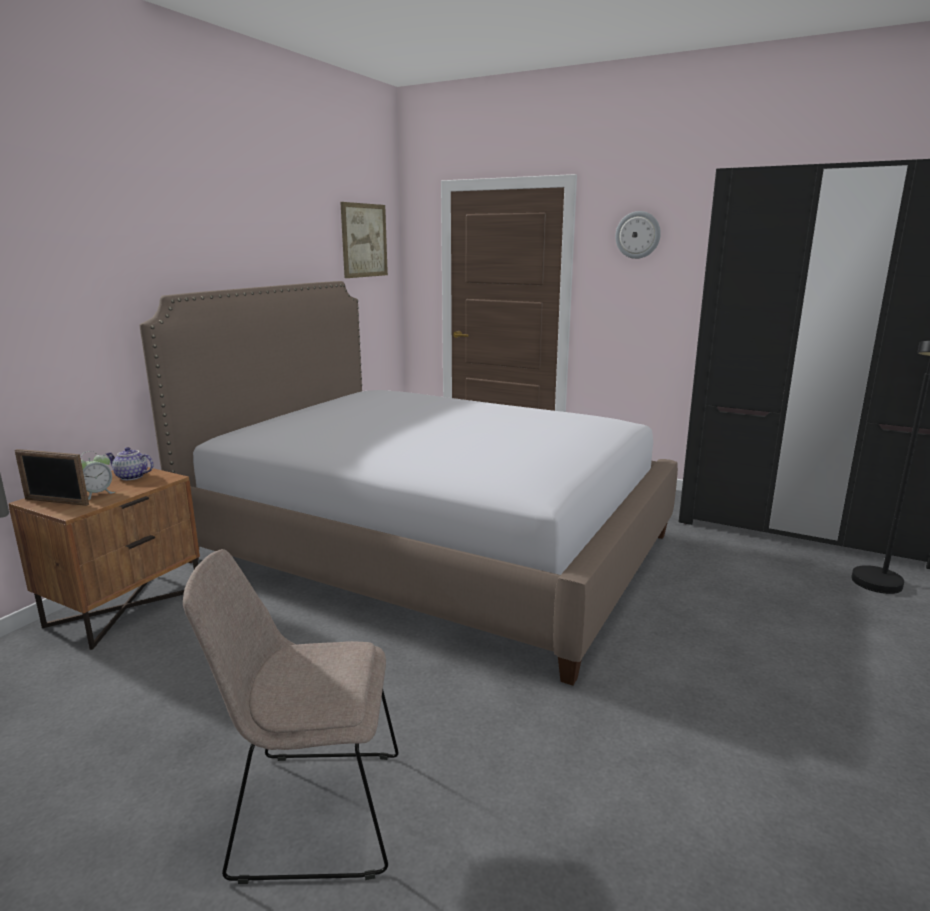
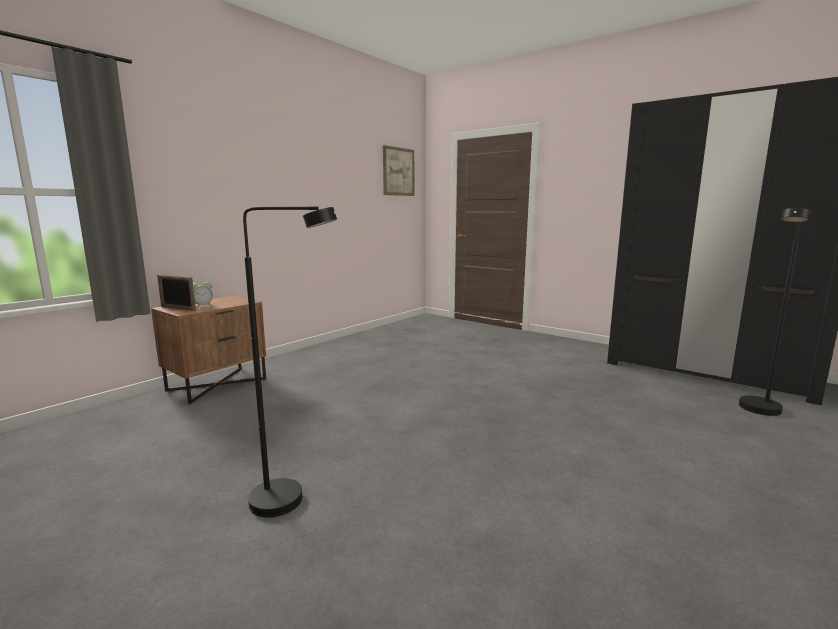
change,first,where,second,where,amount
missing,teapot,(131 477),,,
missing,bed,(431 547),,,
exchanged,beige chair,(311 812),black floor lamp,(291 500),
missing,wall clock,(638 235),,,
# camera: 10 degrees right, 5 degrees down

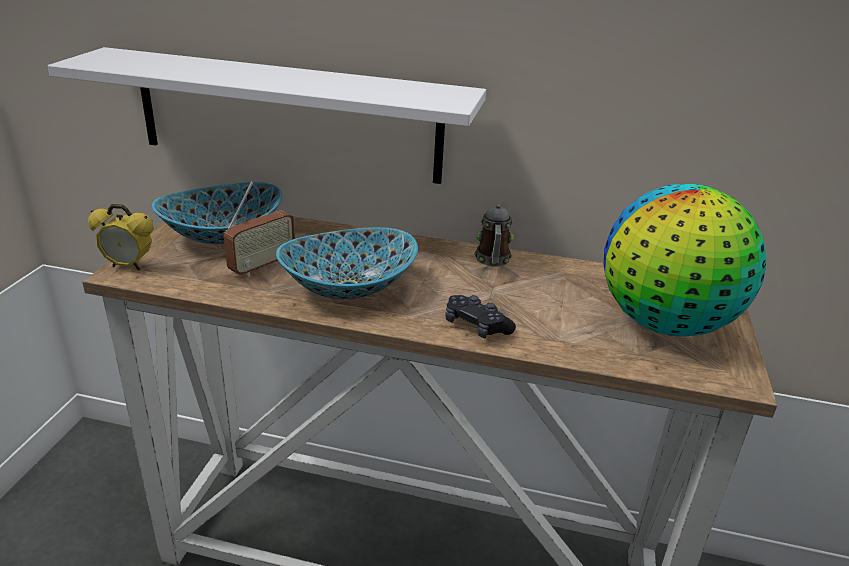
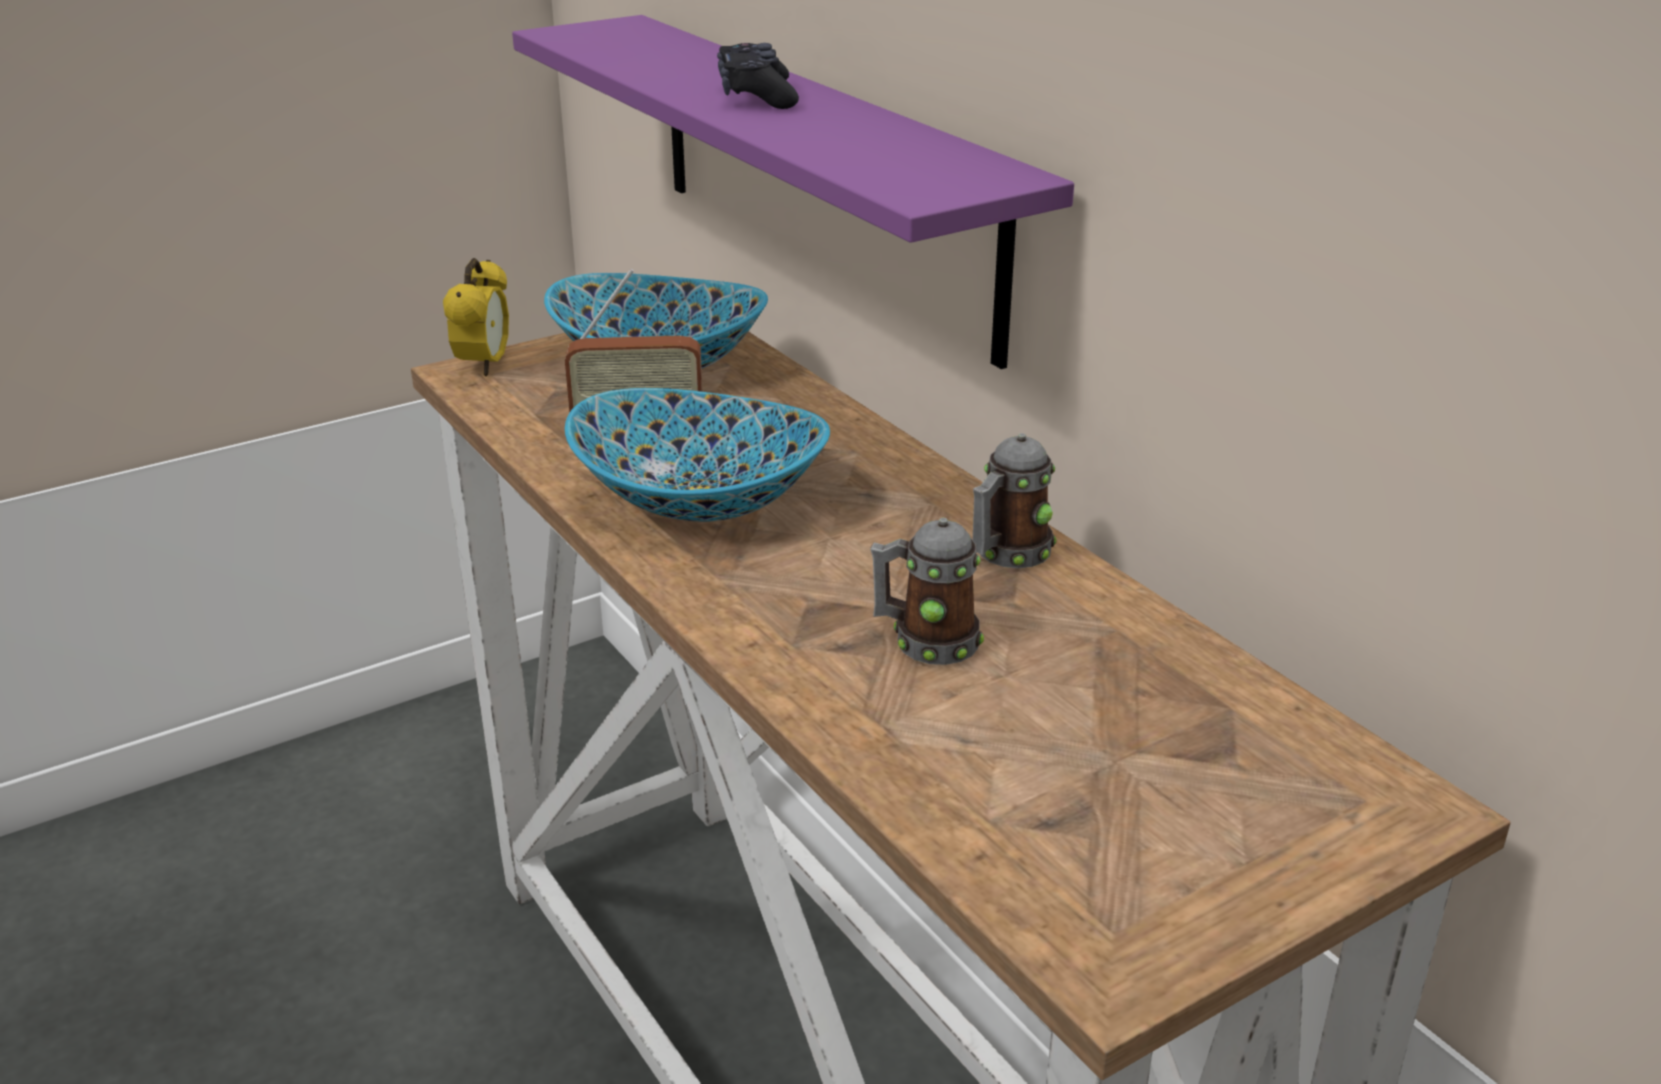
change,first,where,second,where,amount
colour,white shelf,(287 116),purple shelf,(820 177),
spun,alarm clock,(129 266),,(484 366),135 degrees counterclockwise
relocated,black game controller,(476 326),,(757 96),
missing,globe,(665 324),,,
appeared,,,mug,(926 641),
# camera: 45 degrees right, 0 degrees up

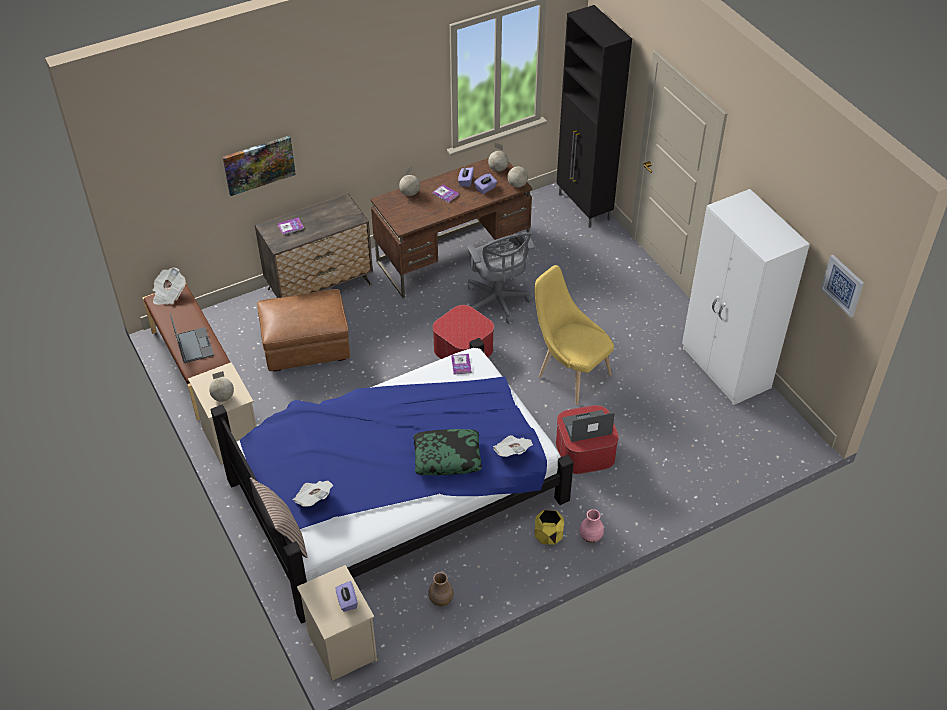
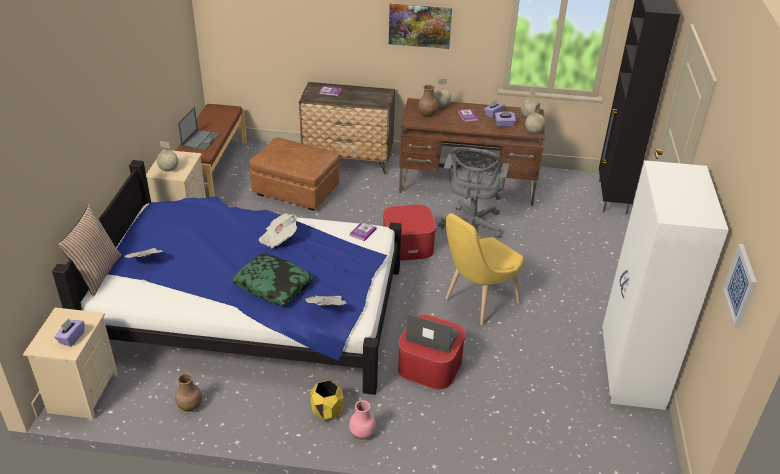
change,first,where,second,where,amount
relocated,newspaper,(169 294),,(278 239),
relocated,picture,(259 164),,(420 25),
spun,yellow chair,(570 374),,(477 302),120 degrees counterclockwise
appeared,,,brown vase,(427 114),
# camera: 35 degrees right, 10 degrees down

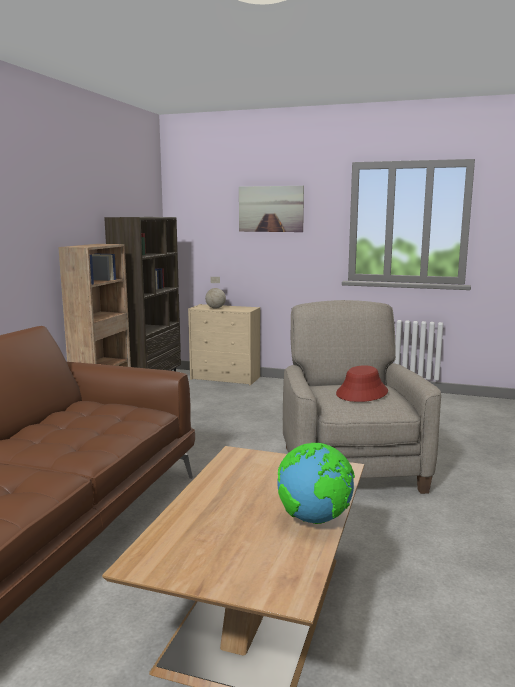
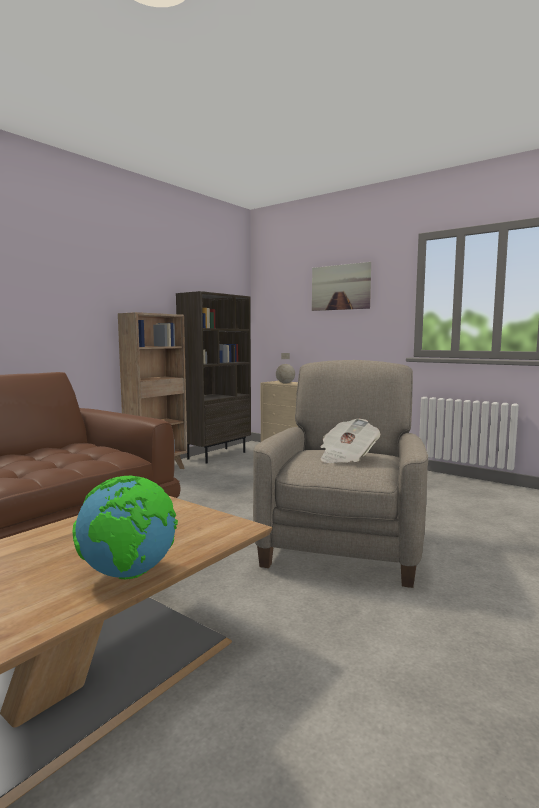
change,first,where,second,where,amount
exchanged,red hat,(362 393),newspaper,(346 457),
# camera: 20 degrees right, 5 degrees down

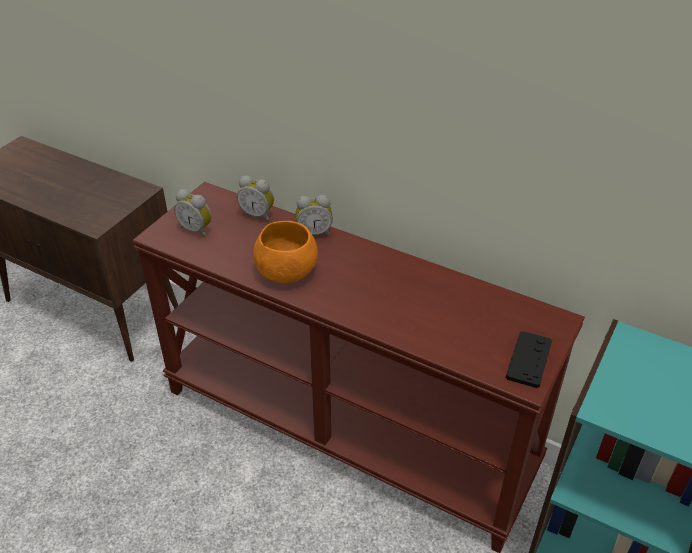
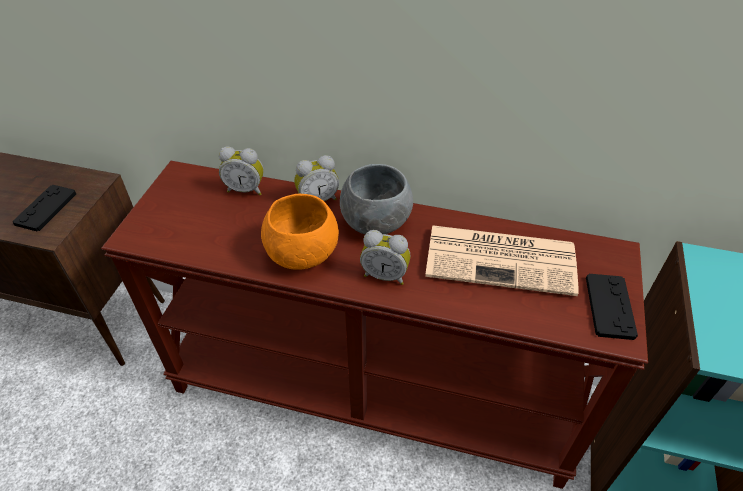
change,first,where,second,where,amount
relocated,alarm clock,(197 229),,(385 275),
appeared,,,black game controller,(46 208),
appeared,,,grey bowl,(375 222),
appeared,,,newspaper,(502 259),
# camera: 15 degrees left, 5 degrees up

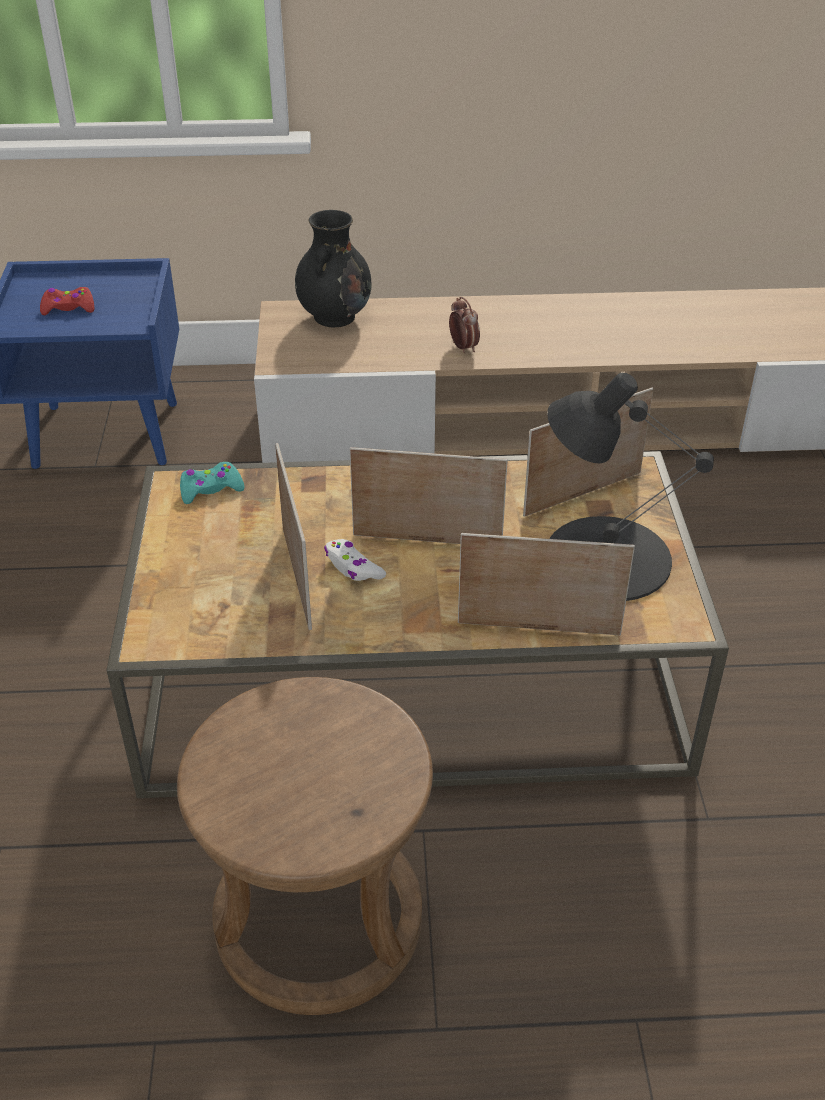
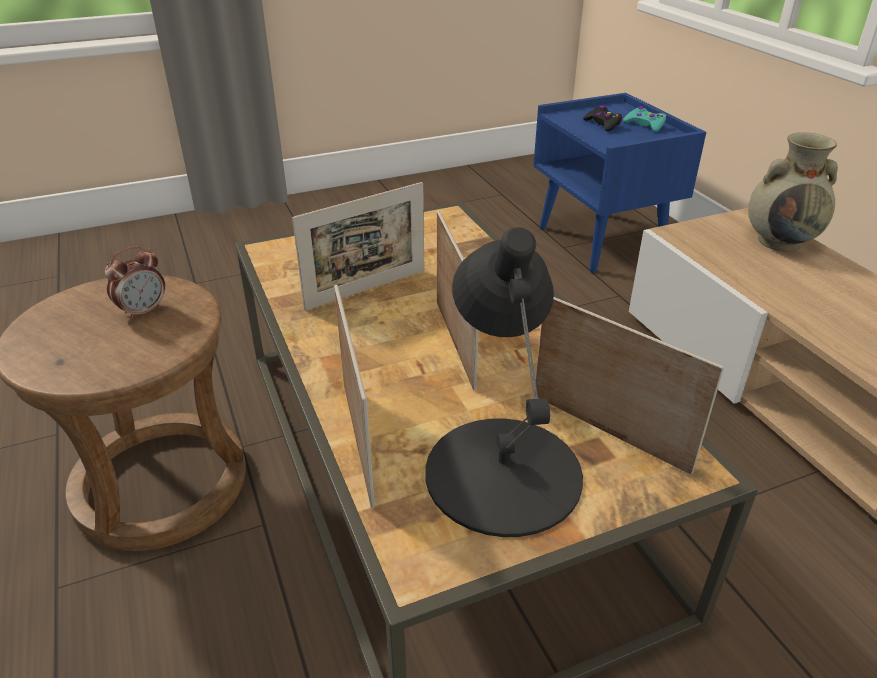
change,first,where,second,where,amount
colour,red game controller,(68 308),black game controller,(603 124),
relocated,turquoise game controller,(210 489),,(645 125),
colour,black vase,(335 316),beige vase,(780 241),
missing,white game controller,(353 567),,,
relocated,alarm clock,(463 347),,(143 311),
# camera: 70 degrees right, 5 degrees down

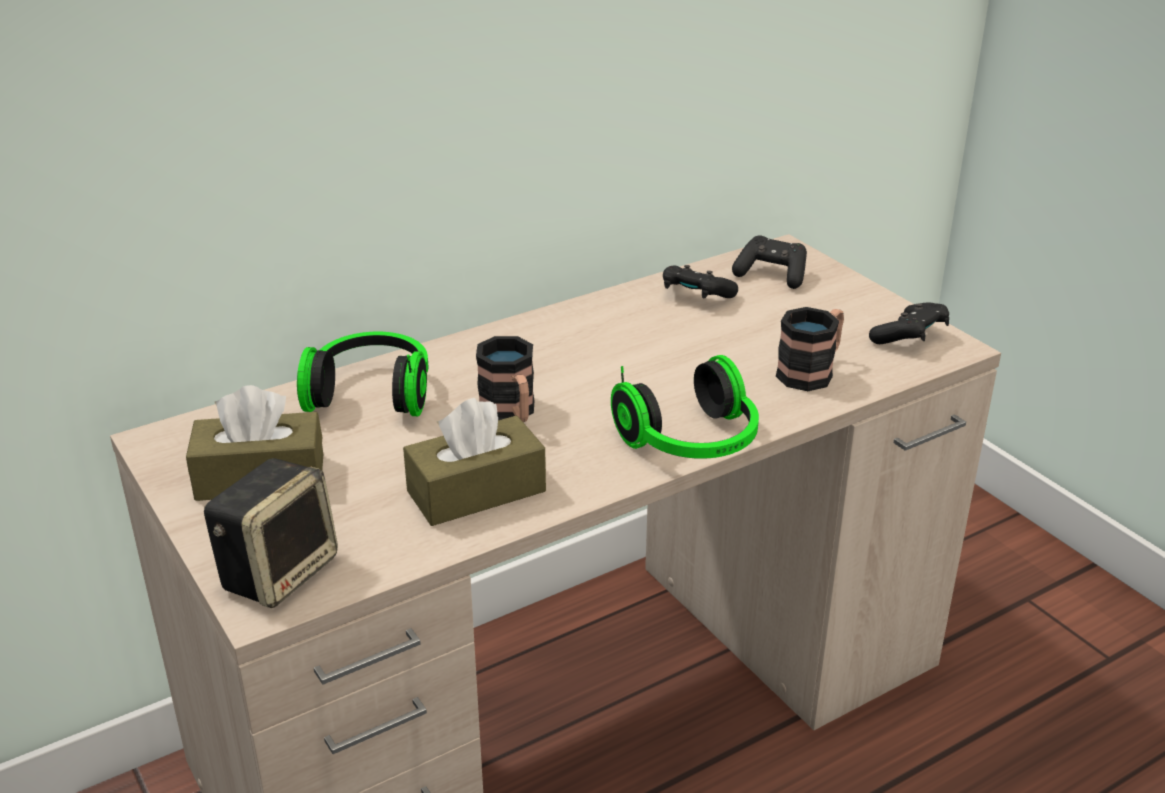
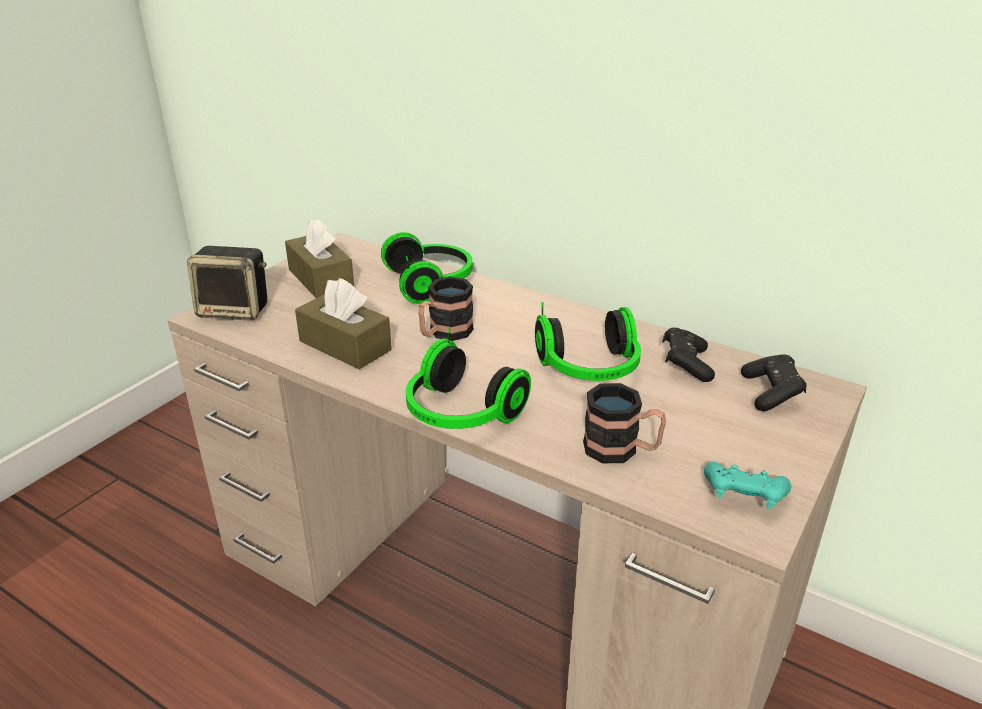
change,first,where,second,where,amount
colour,black game controller,(910 338),turquoise game controller,(743 497),
appeared,,,headphones,(590 370),
# camera: 65 degrees right, 0 degrees up

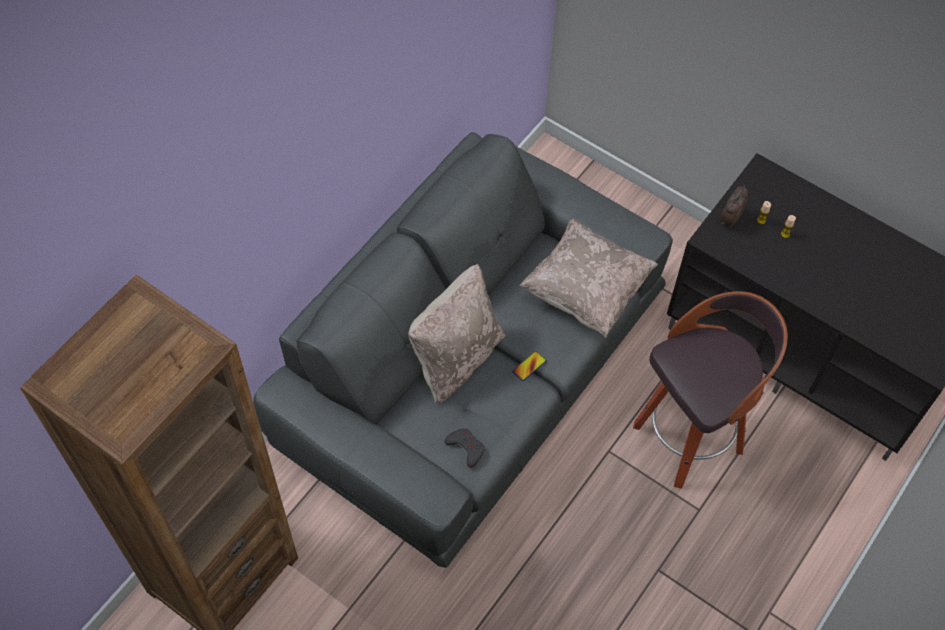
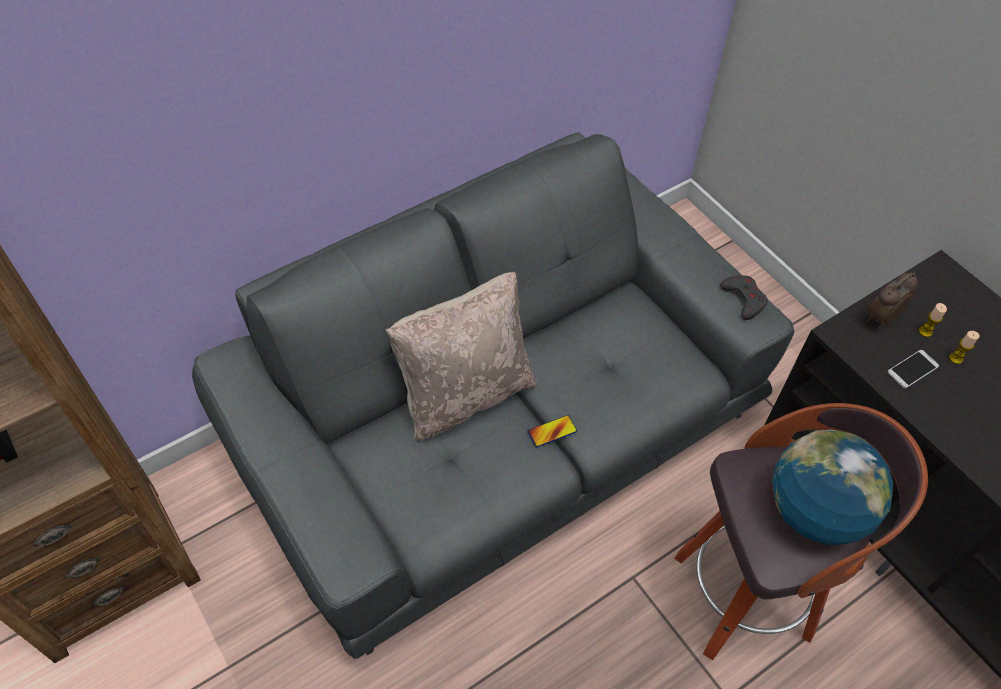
change,first,where,second,where,amount
relocated,grey game controller,(466 448),,(744 299),
missing,beige pillow,(586 291),,,
appeared,,,globe,(814 511),
appeared,,,phone,(912 369),
# camera: 20 degrees right, 5 degrees down

